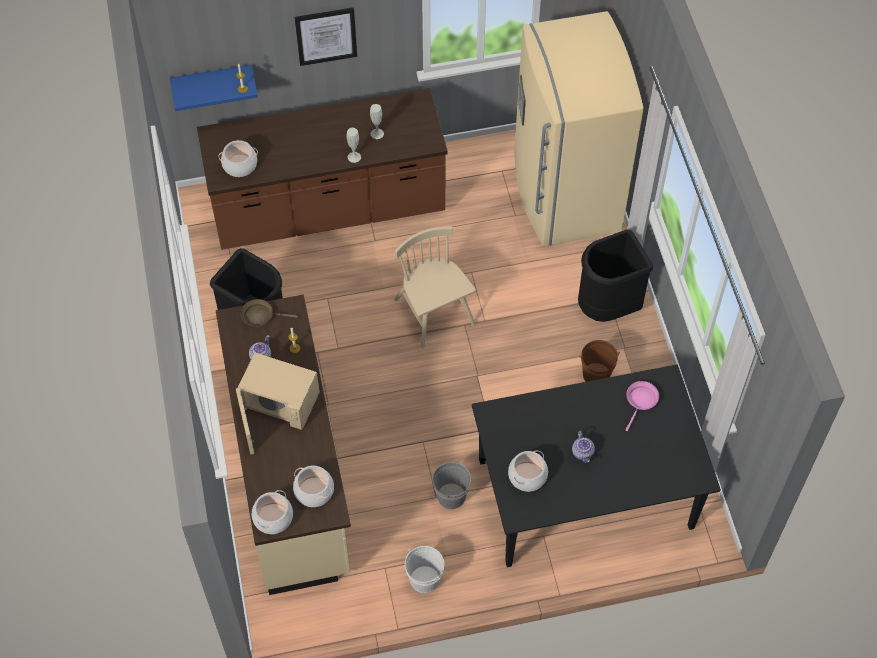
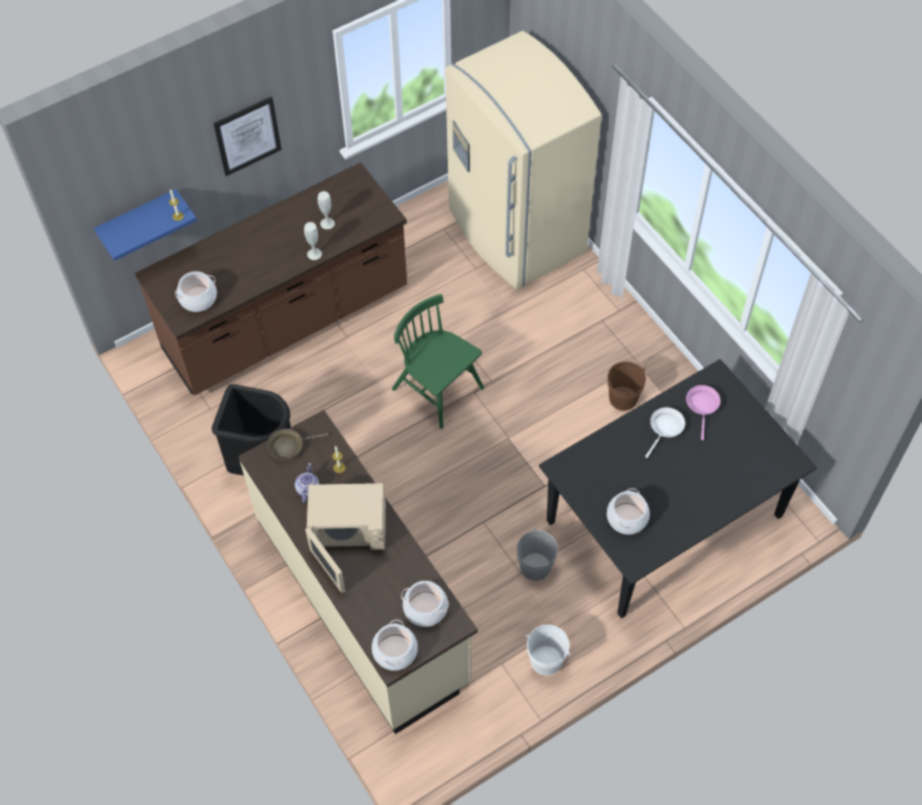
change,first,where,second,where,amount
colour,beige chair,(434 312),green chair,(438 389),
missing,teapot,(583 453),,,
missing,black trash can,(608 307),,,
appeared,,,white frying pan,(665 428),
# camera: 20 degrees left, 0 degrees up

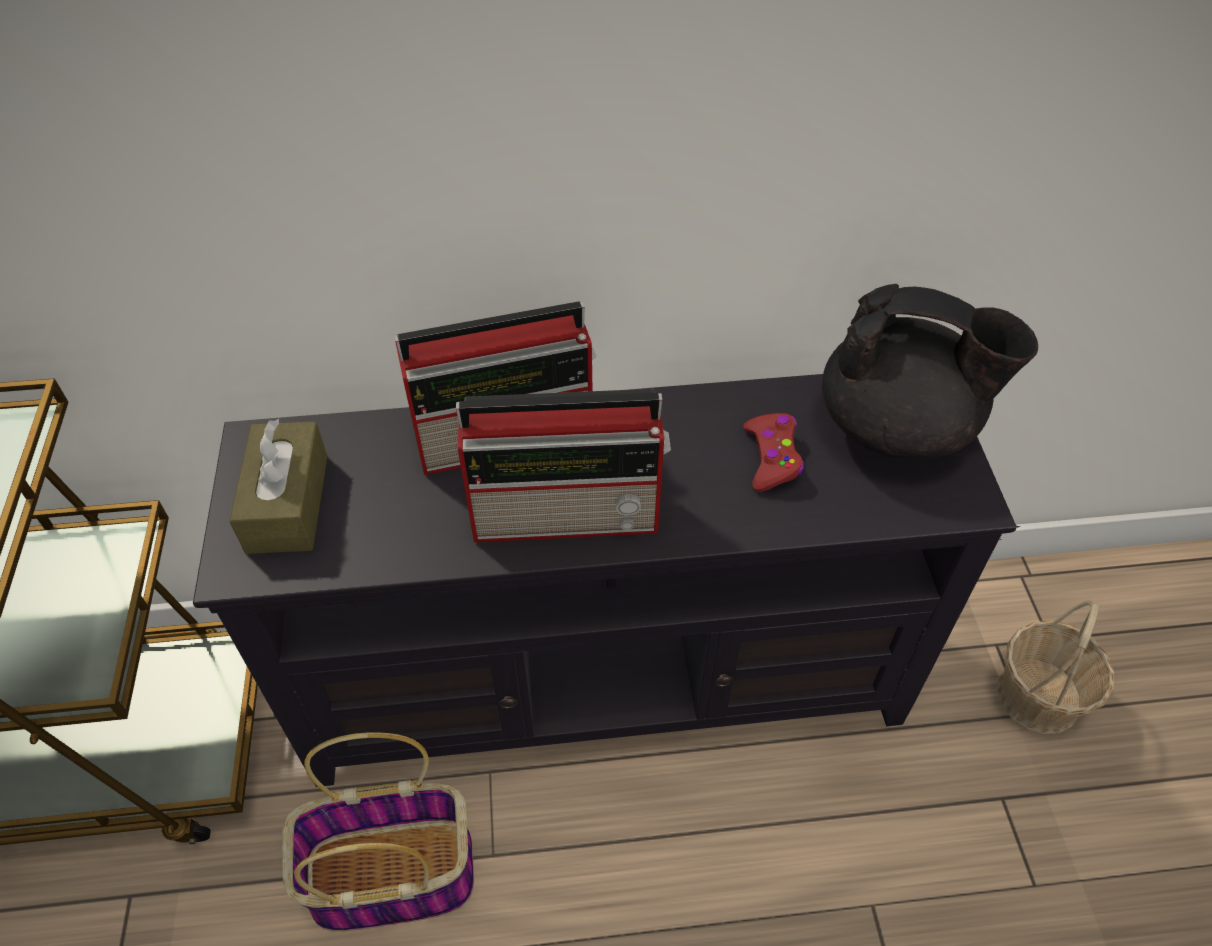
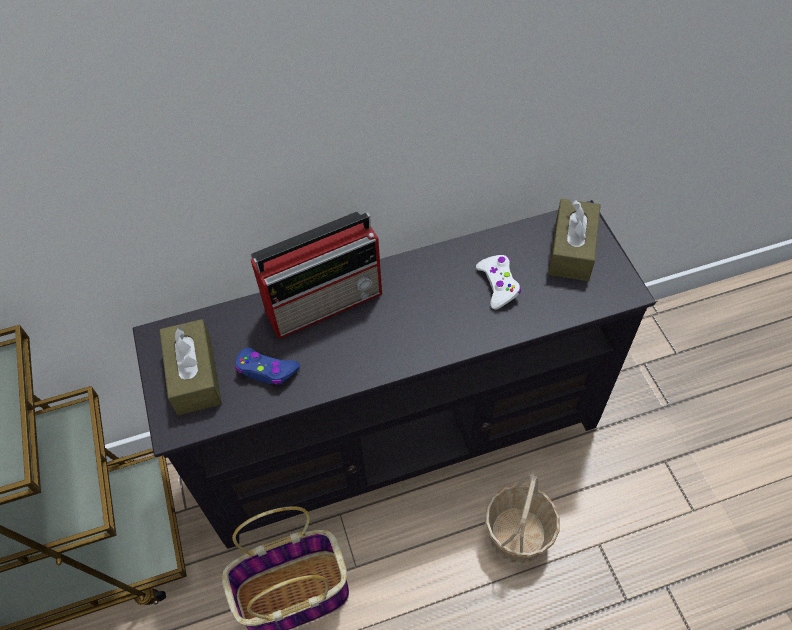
change,first,where,second,where,amount
missing,radio,(570 513),,,
colour,red game controller,(772 458),white game controller,(498 285),
exchanged,black teapot,(898 428),brown tissue box,(572 249),
relocated,basket,(1038 696),,(518 535),
appeared,,,blue game controller,(266 370),
# camera: 10 degrees left, 5 degrees up

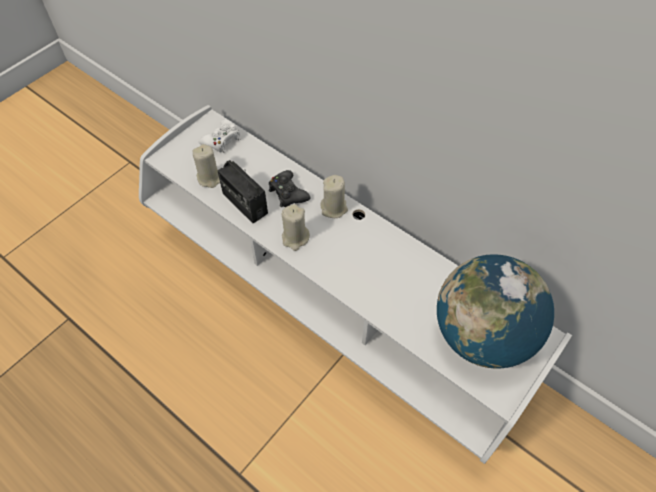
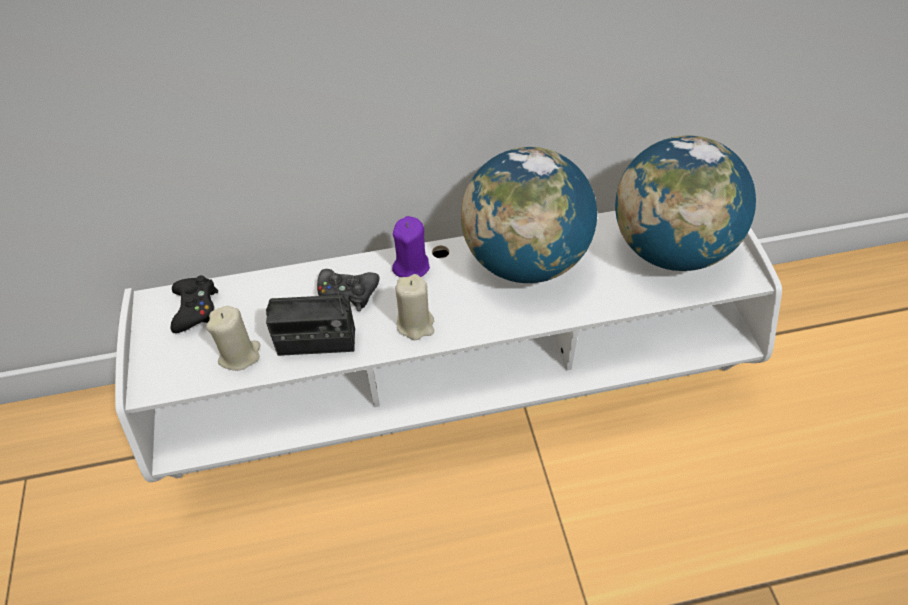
change,first,where,second,where,amount
colour,white game controller,(222 140),black game controller,(196 309),
colour,beige candle,(334 208),purple candle,(411 266),
appeared,,,globe,(525 261),
# camera: 50 degrees left, 5 degrees down

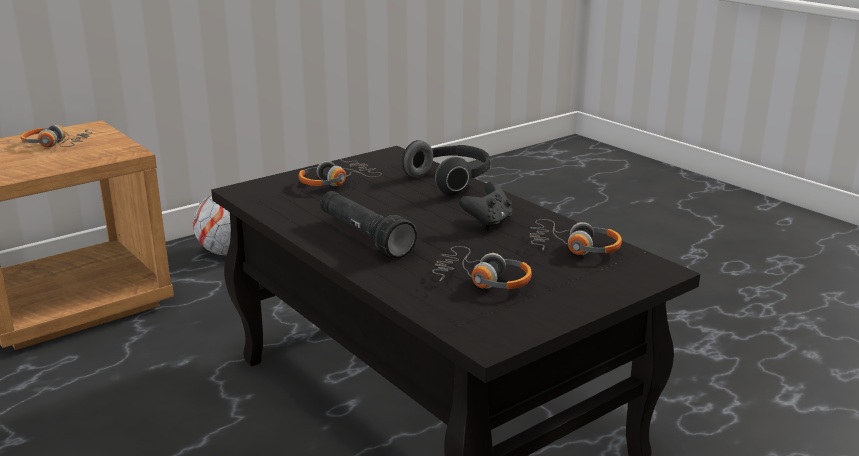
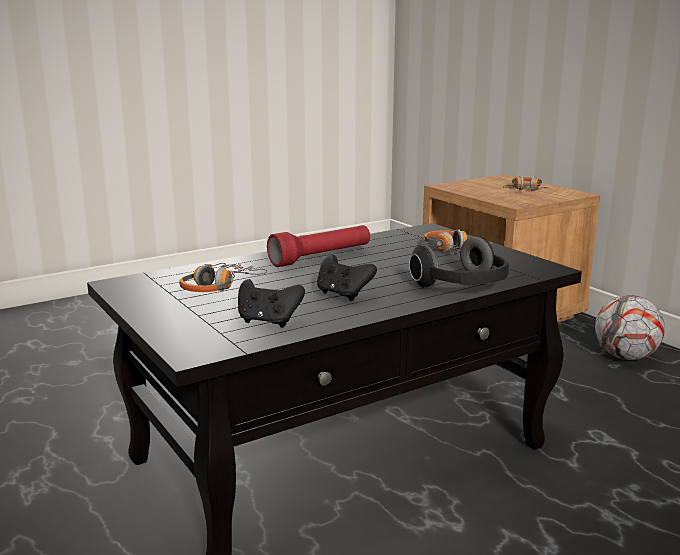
change,first,where,second,where,amount
colour,black flashlight,(364 237),red flashlight,(321 258),
exchanged,headphones,(573 248),black game controller,(268 322),
# camera: 95 degrees right, 5 degrees down

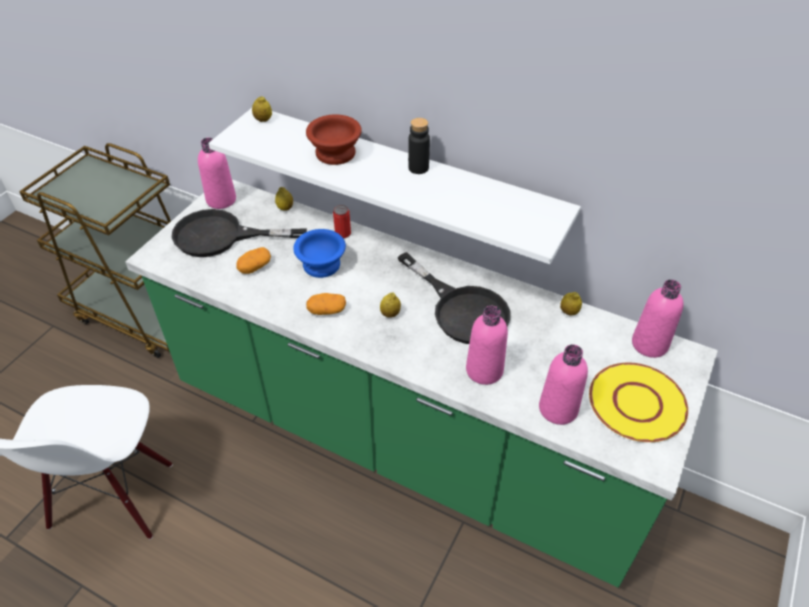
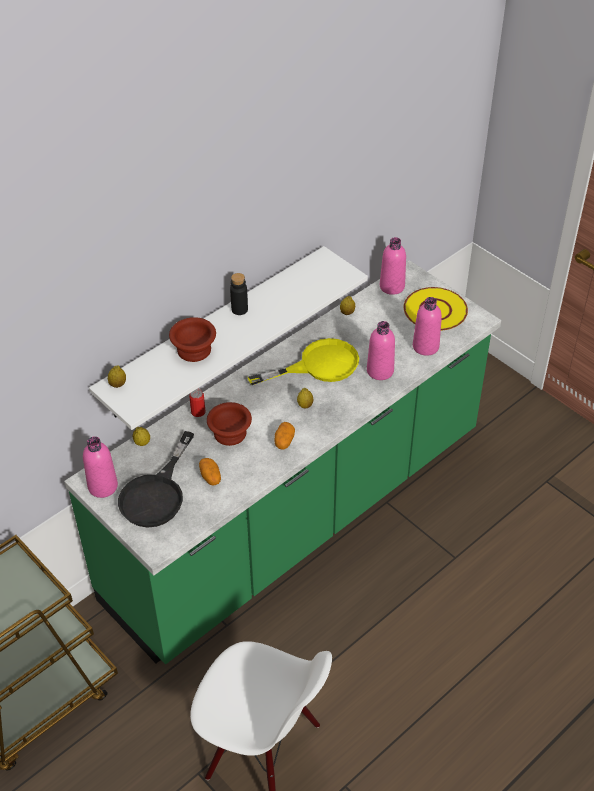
change,first,where,second,where,amount
colour,blue bowl,(320 266),brown bowl,(230 434),
colour,black frying pan,(461 309),yellow frying pan,(318 365),
# camera: 70 degrees left, 0 degrees up

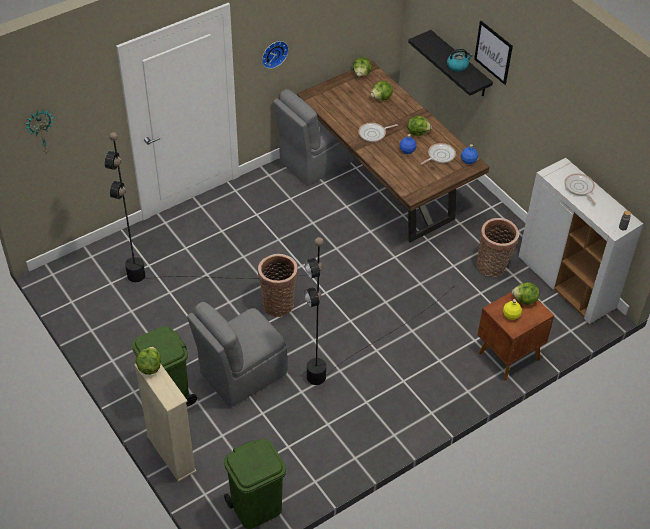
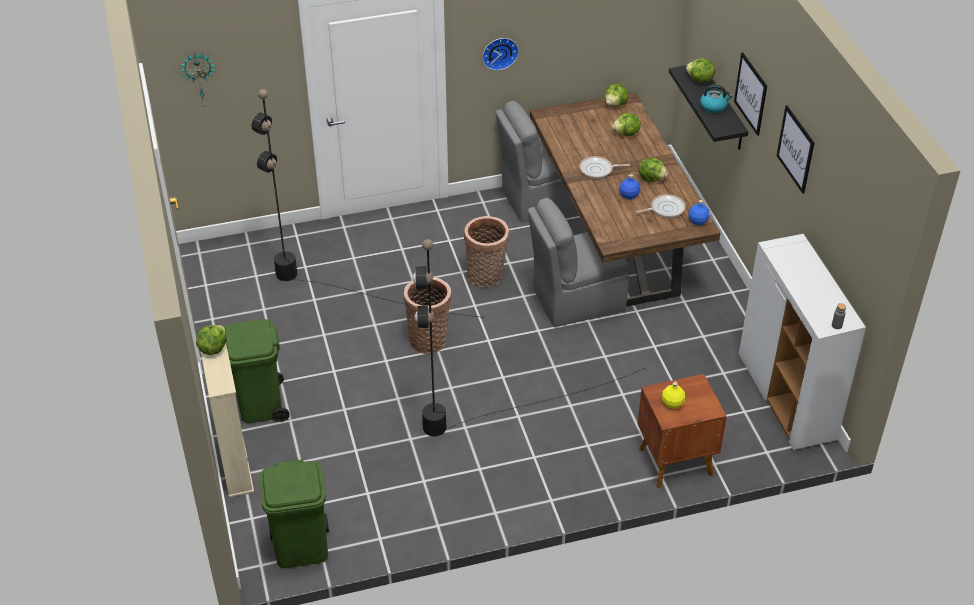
change,first,where,second,where,amount
relocated,grey chair,(241 374),,(576 300),
relocated,basket,(493 266),,(486 277),
relocated,lettuce,(525 300),,(699 80),
missing,frying pan,(579 188),,,
appeared,,,picture,(795 149),
# camera: 20 degrees right, 5 degrees down

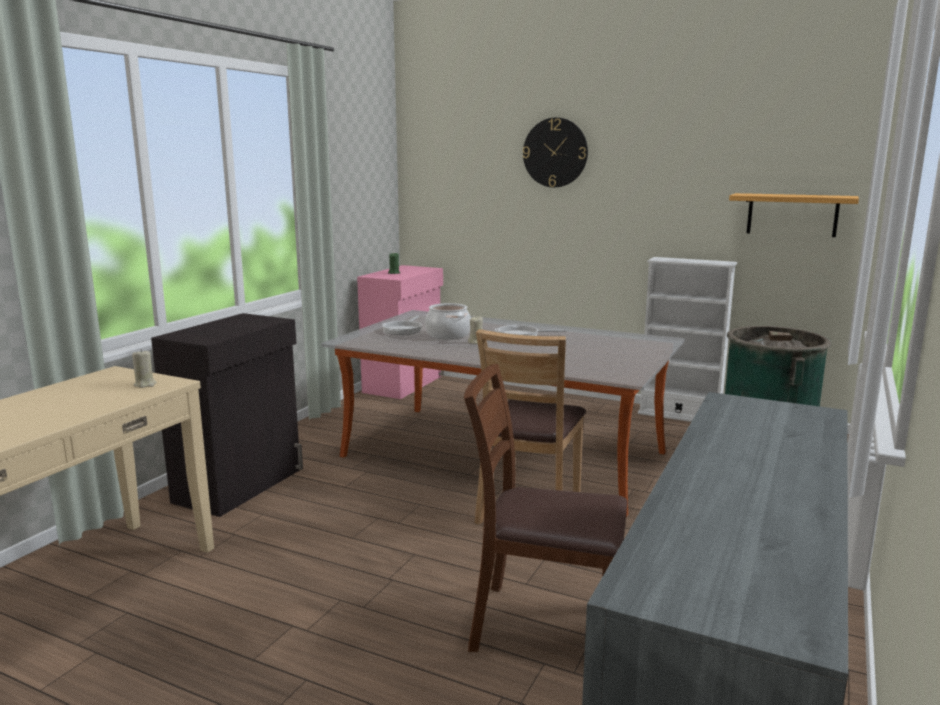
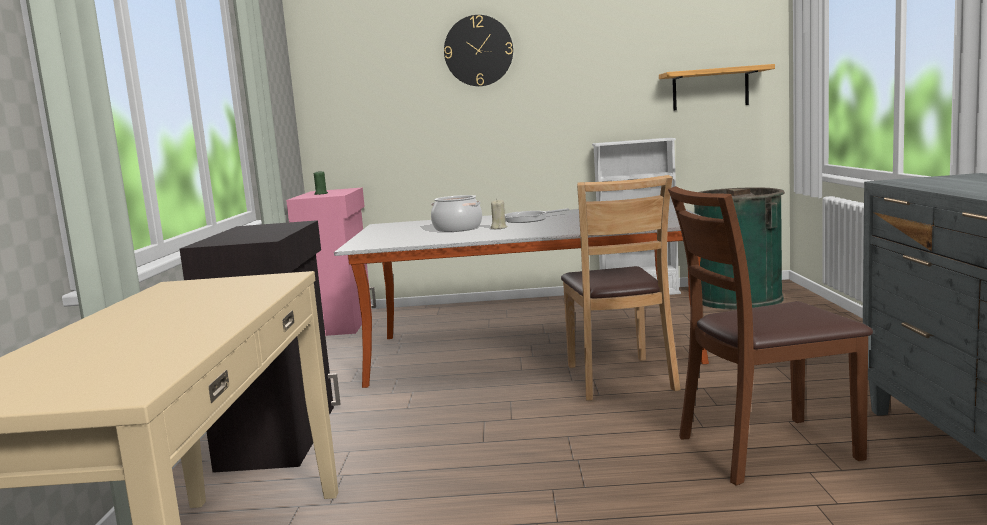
change,first,where,second,where,amount
missing,beige candle,(145 384),,,
missing,frying pan,(403 330),,,
# camera: 25 degrees left, 5 degrees down

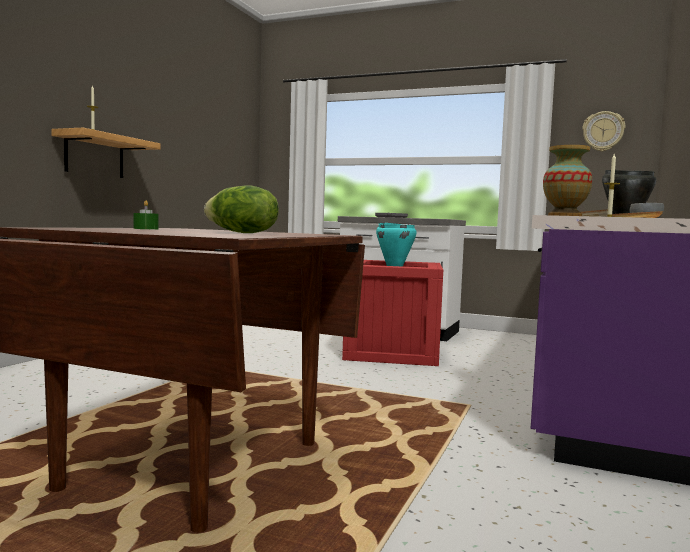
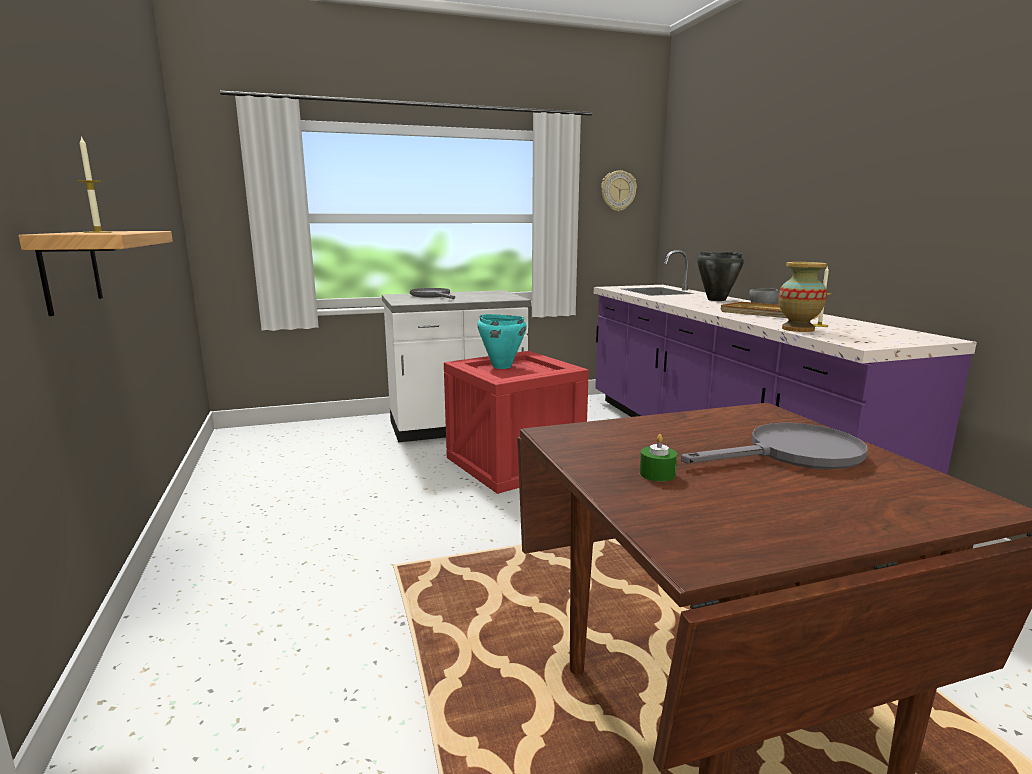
change,first,where,second,where,amount
exchanged,lettuce,(241 233),grey frying pan,(792 455),
# camera: 40 degrees left, 10 degrees up

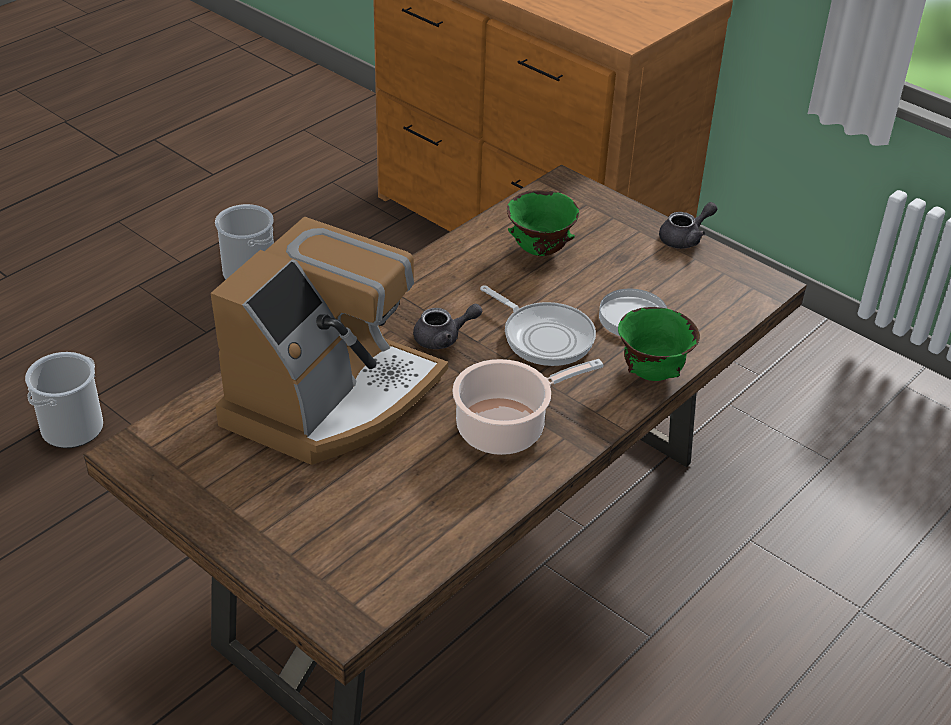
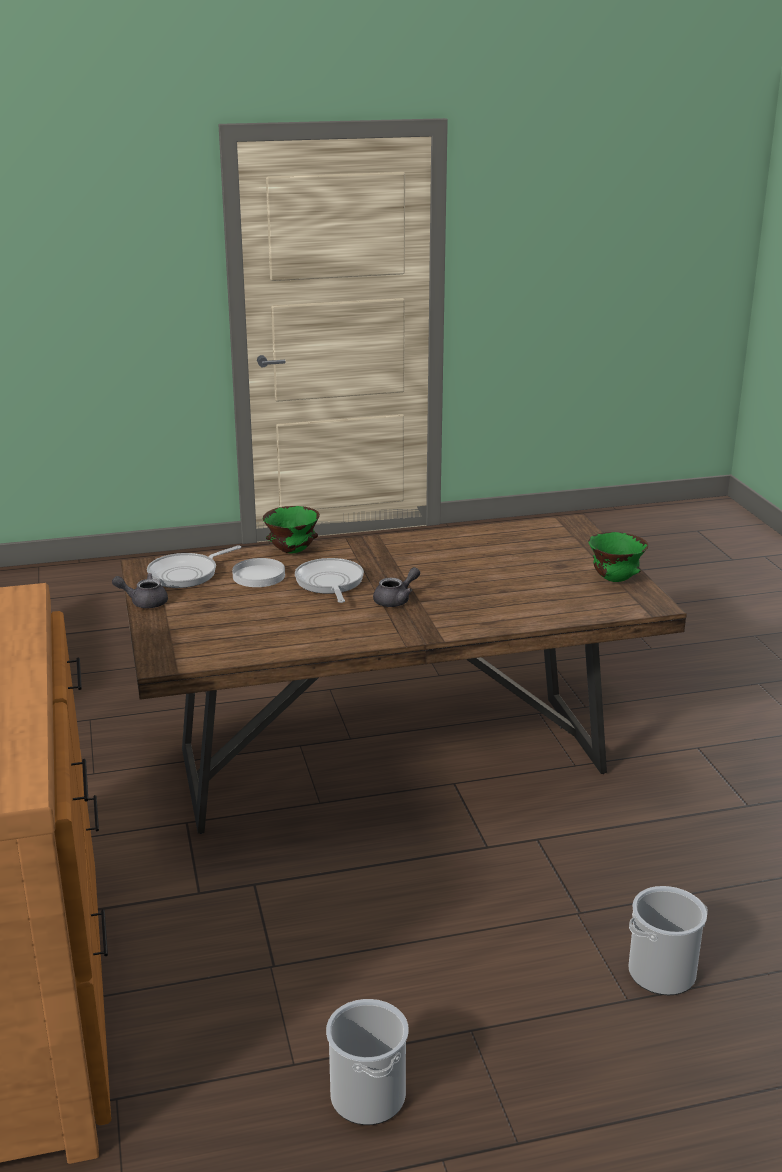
change,first,where,second,where,amount
missing,coffee machine,(331 399),,,
spun,grey teapot,(444 338),,(396 600),120 degrees clockwise
missing,cooking pot,(506 428),,,
relocated,green bowl,(540 251),,(614 579),
appeared,,,frying pan,(187 574),
# camera: 145 degrees left, 15 degrees down

